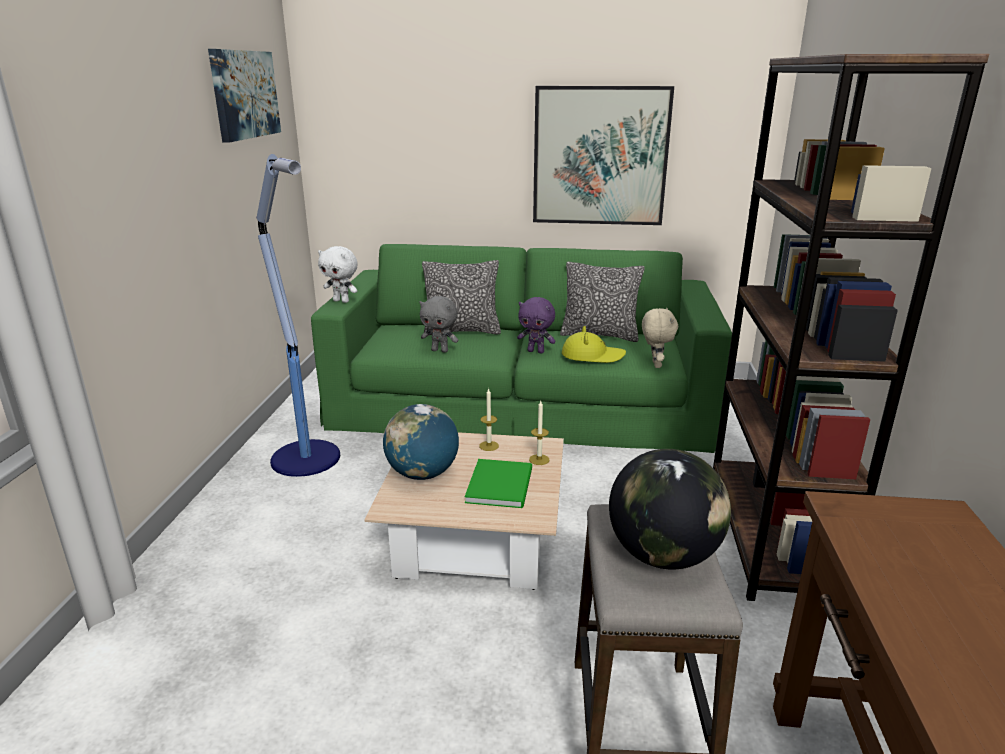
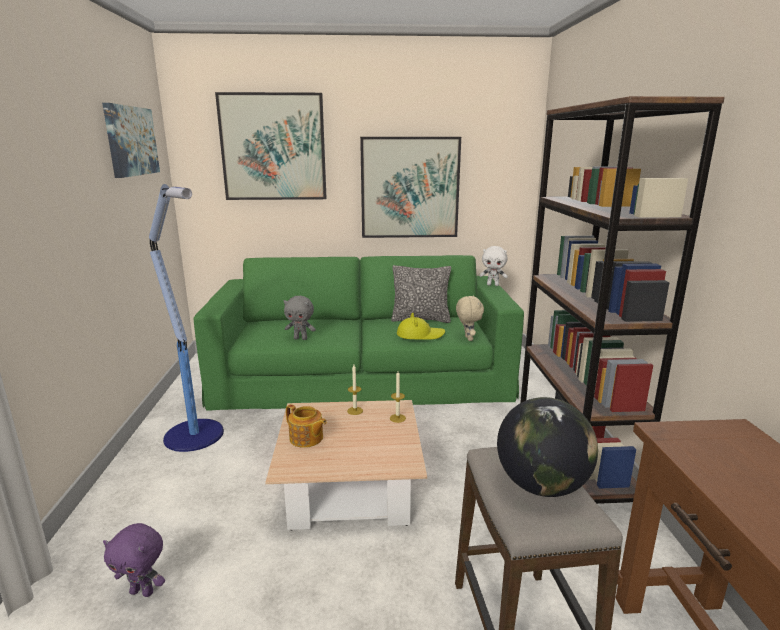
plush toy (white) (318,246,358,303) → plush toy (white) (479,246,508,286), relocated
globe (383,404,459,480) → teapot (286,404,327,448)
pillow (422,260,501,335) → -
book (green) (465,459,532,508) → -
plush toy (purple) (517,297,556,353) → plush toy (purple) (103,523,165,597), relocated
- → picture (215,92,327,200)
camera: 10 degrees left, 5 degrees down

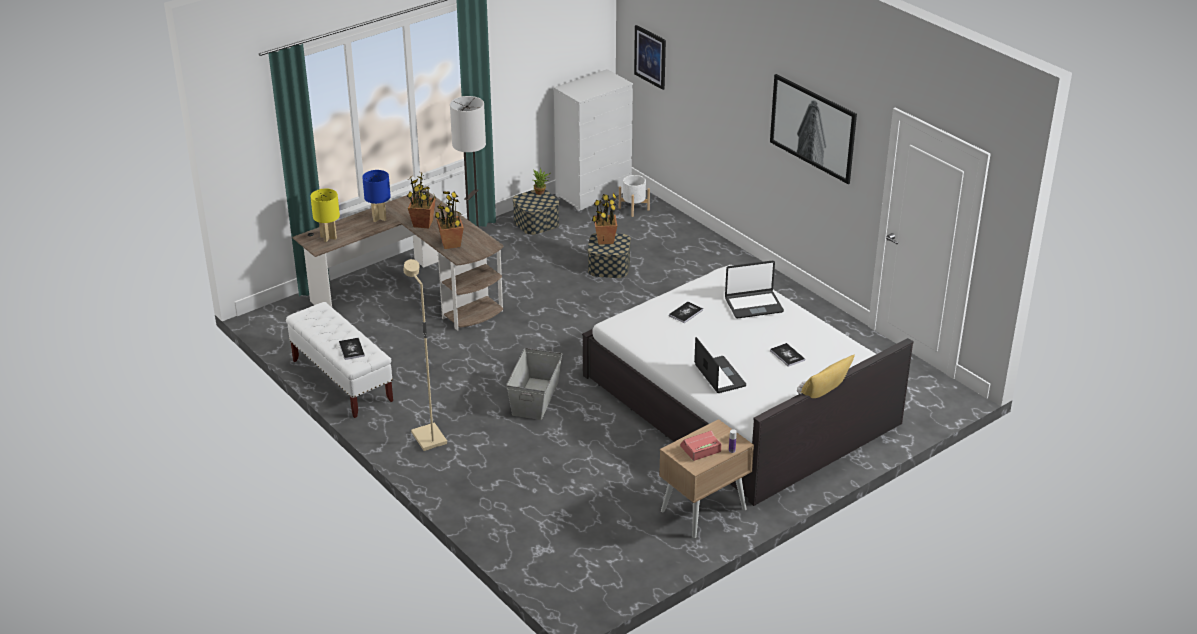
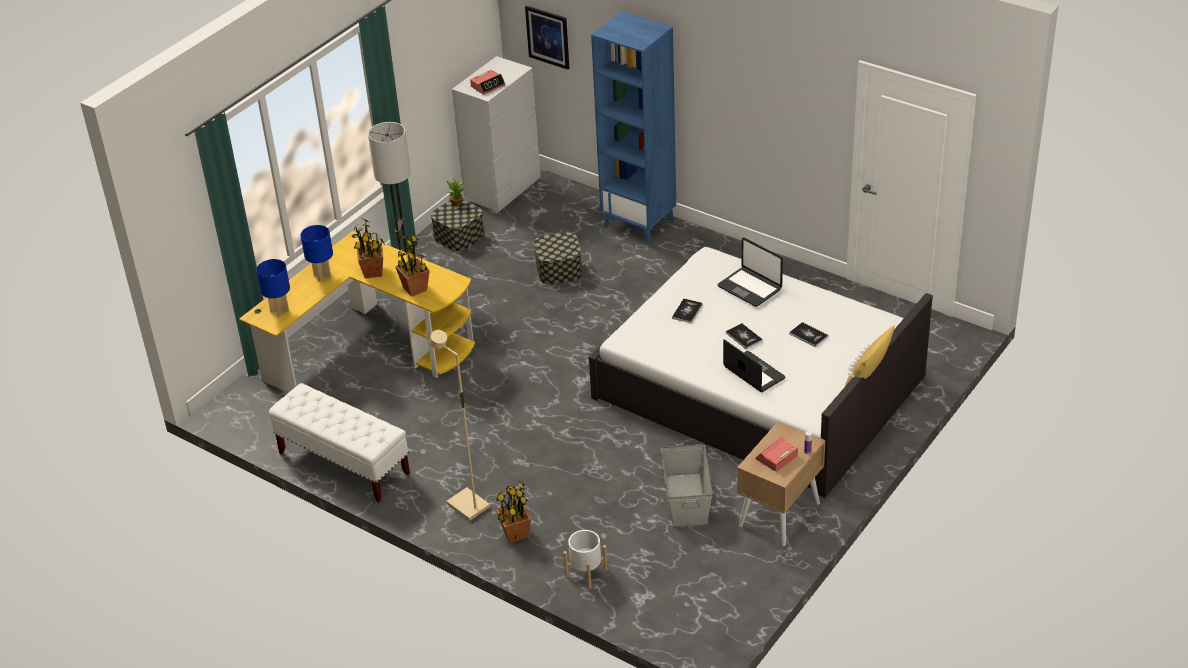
desk (brown) (292,190,504,331) → desk (yellow) (239,231,475,393)
table lamp (yellow) (310,188,340,242) → table lamp (blue) (256,259,290,317)
book (339,338,365,360) → book (726,323,763,349), relocated
storage box (grey) (506,348,562,420) → storage box (grey) (661,444,713,526), relocated
potted plant (592,193,618,245) → potted plant (496,481,531,543), relocated
planter (white) (619,175,650,217) → planter (white) (563,530,608,588), relocated
laptop (725,261,784,318) → laptop (718,238,783,307), 75 degrees clockwise
picture (770,74,857,184) → -
- → alarm clock (470,70,505,95)
- → bookcase (blue) (591,11,676,244)
camera: 15 degrees left, 5 degrees up

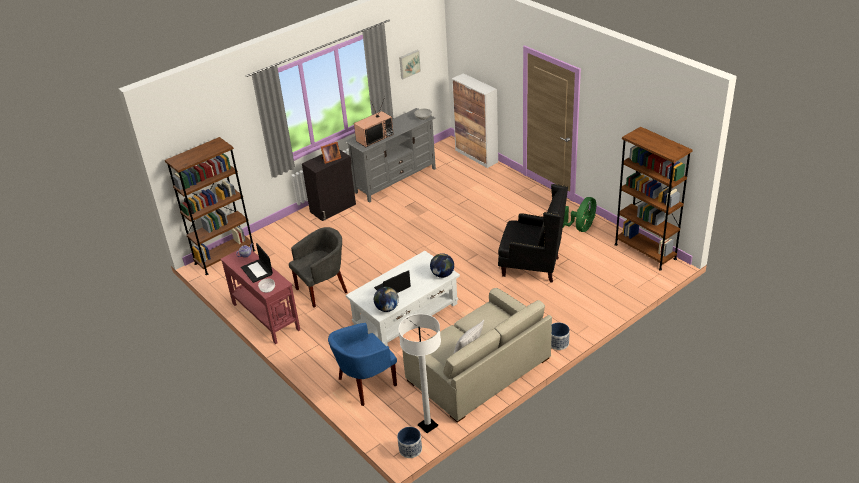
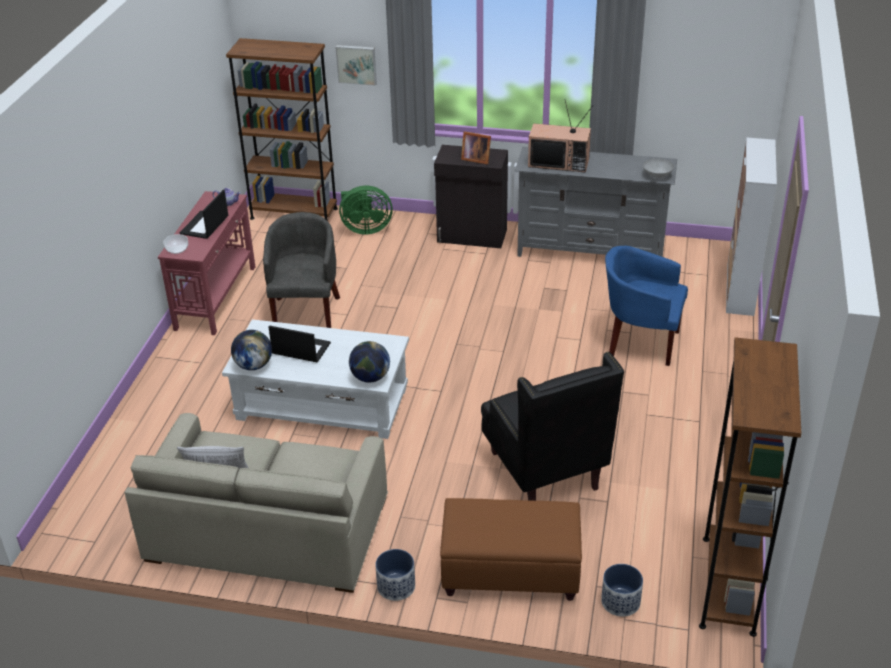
armchair (grey) (289,227,347,307) → armchair (grey) (263,212,340,328), 105 degrees counterclockwise
armchair (blue) (328,323,397,406) → armchair (blue) (605,246,688,366), relocated
planter (397,427,422,458) → planter (601,564,643,617), relocated
floor lamp (white) (398,314,441,433) → -
picture (399,50,421,79) → picture (335,45,377,86), relocated
fan (green) (563,197,596,232) → fan (green) (339,186,393,234), relocated
- → ottoman (brown) (440,498,582,601)
camera: 50 degrees right, 0 degrees up

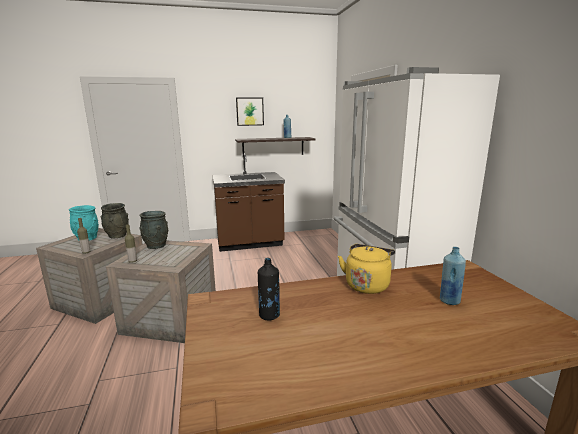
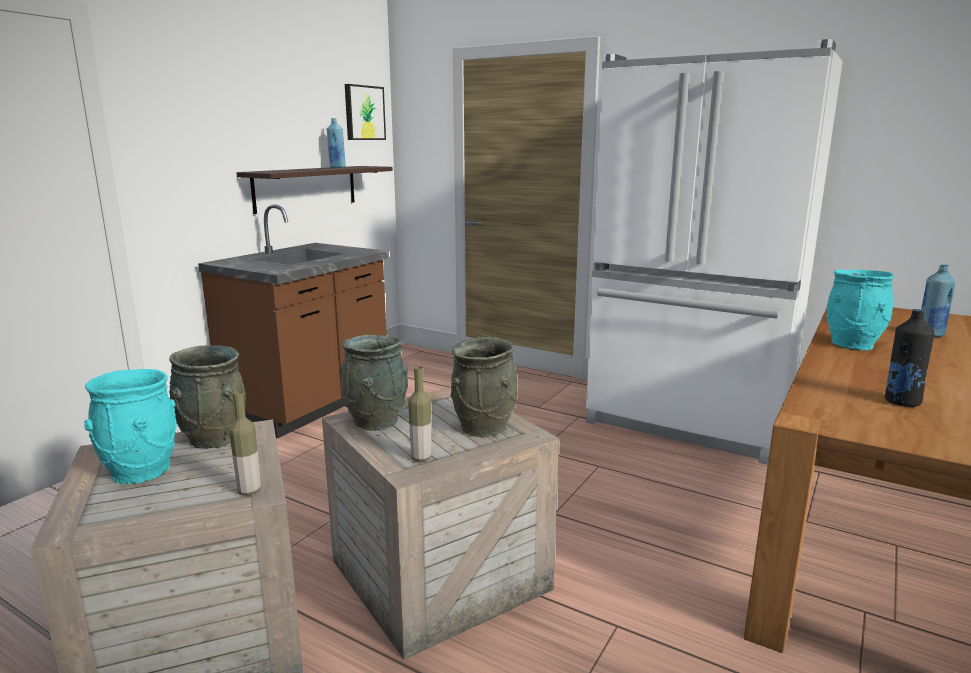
picture (236,98,264,126) → picture (345,84,386,140), relocated
kettle (yellow) (338,244,395,294) → vase (turquoise) (826,270,894,350)
- → vase (grey) (451,337,517,437)
camera: 45 degrees left, 0 degrees up

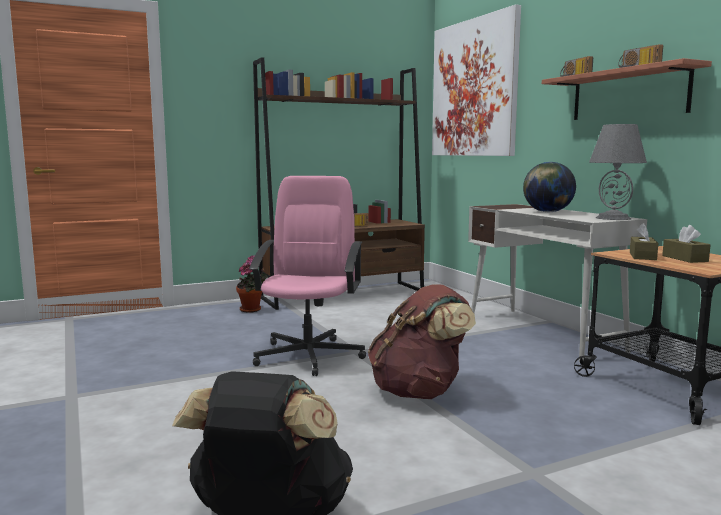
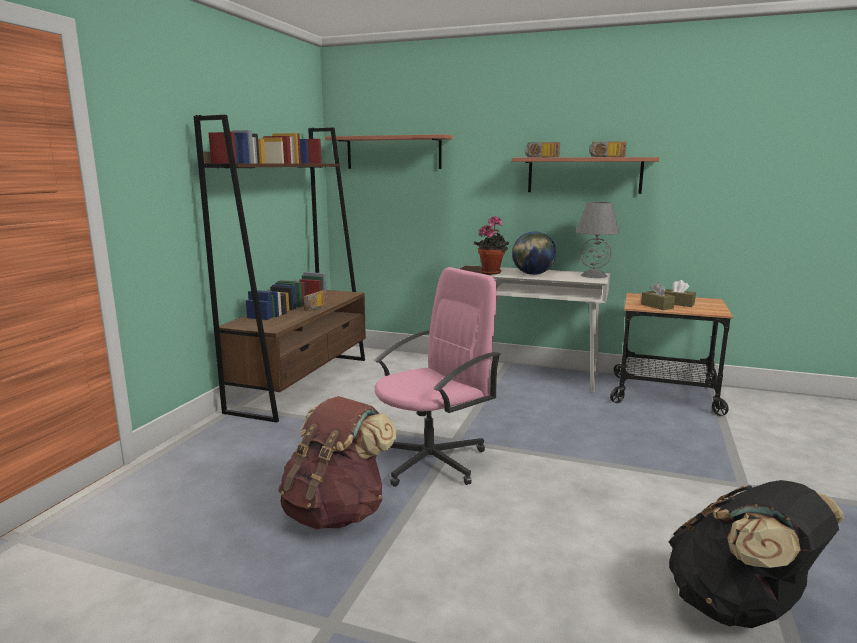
potted plant (236,255,268,313) → potted plant (474,216,509,274), relocated
office chair (pink) (249,176,366,376) → office chair (pink) (374,267,501,487), 90 degrees clockwise
backpack (brown) (368,284,476,399) → backpack (brown) (278,396,397,529), relocated
picture (432,4,521,156) → shelf (325,134,453,169)
camera: 45 degrees left, 5 degrees up

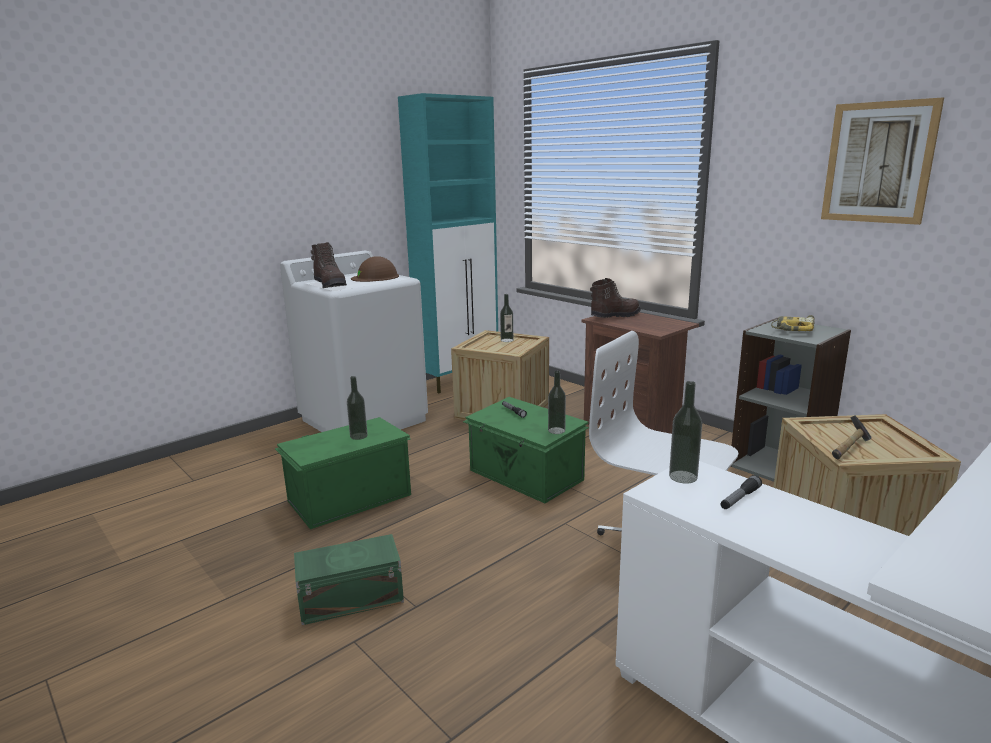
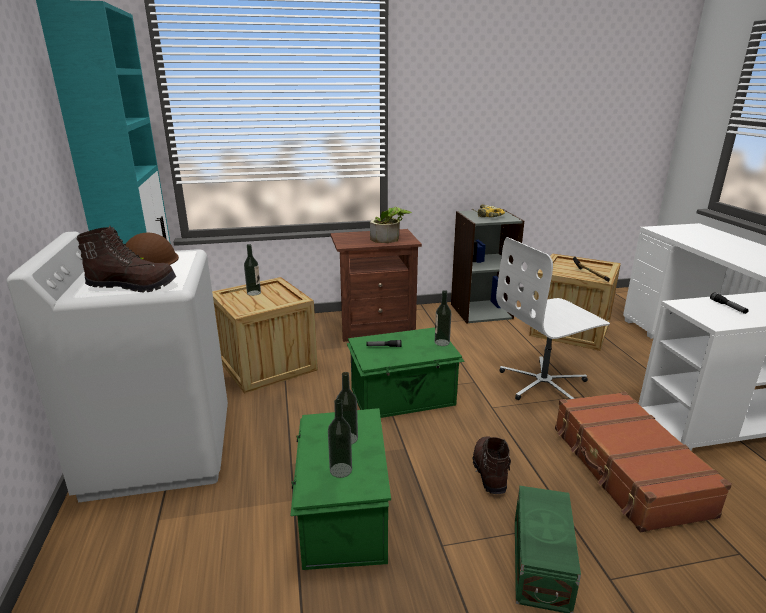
boot (brown) (590,278,641,318) → boot (brown) (473,437,511,494), relocated
bottle (669,381,702,484) → bottle (328,399,352,478), relocated
picture (821,97,944,225) → -
- → potted plant (370,207,412,243)
- → suitcase (brown) (555,391,732,532)
camera: 60 degrees left, 5 degrees up

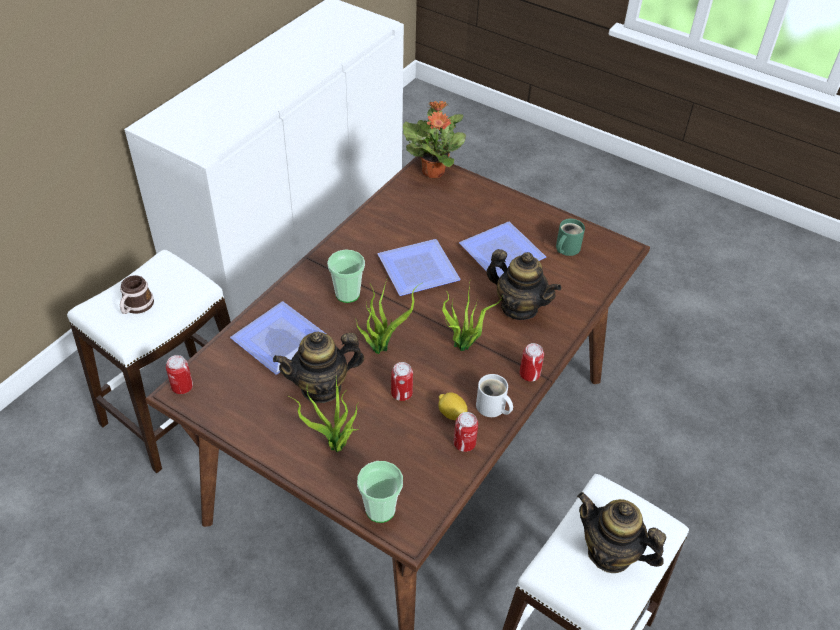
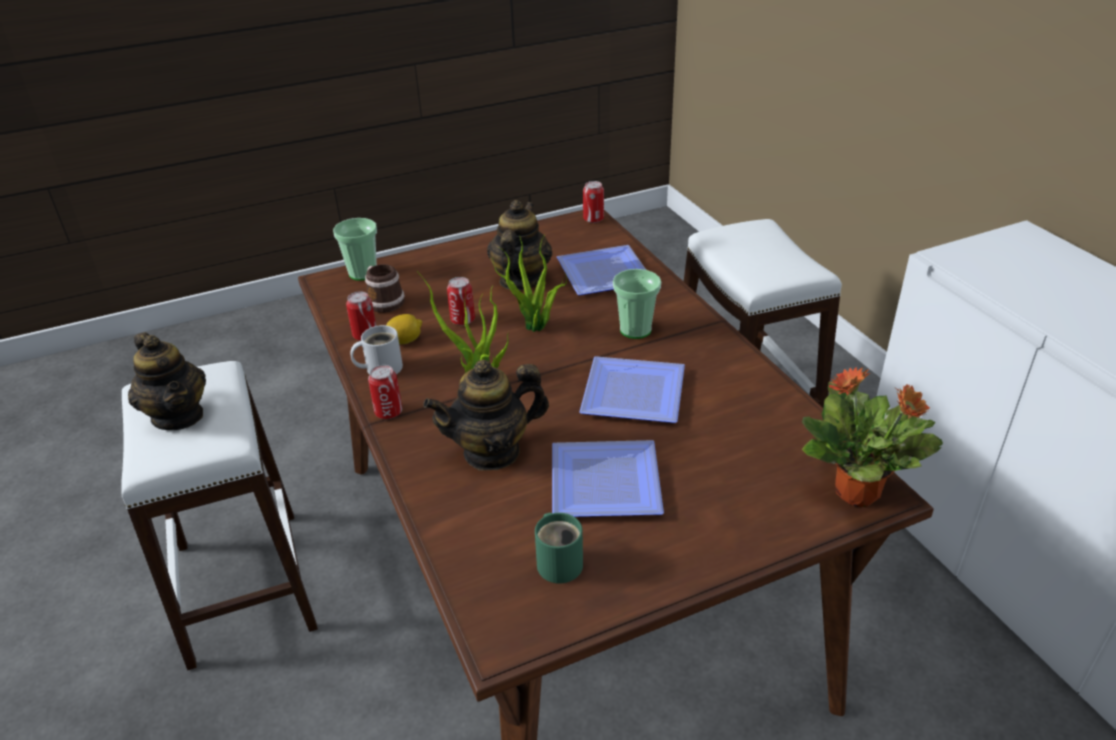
mug (120,275,154,314) → mug (365,264,405,313), relocated
potted plant (288,380,359,452) → -
teapot (577,492,666,573) → teapot (128,332,206,430), 75 degrees clockwise
camera: 125 degrees right, 10 degrees down

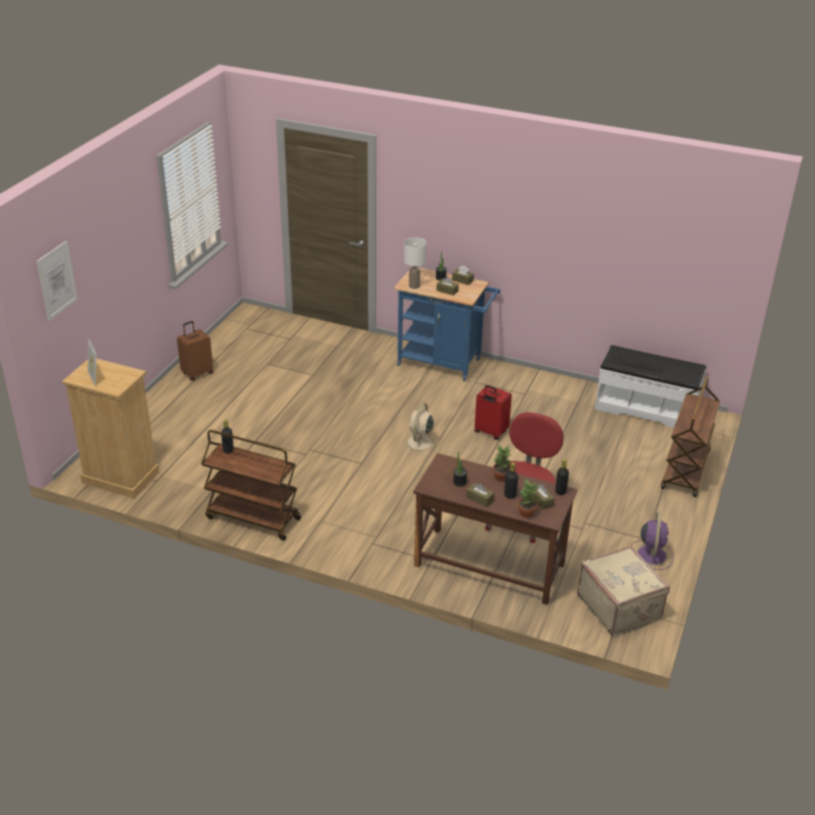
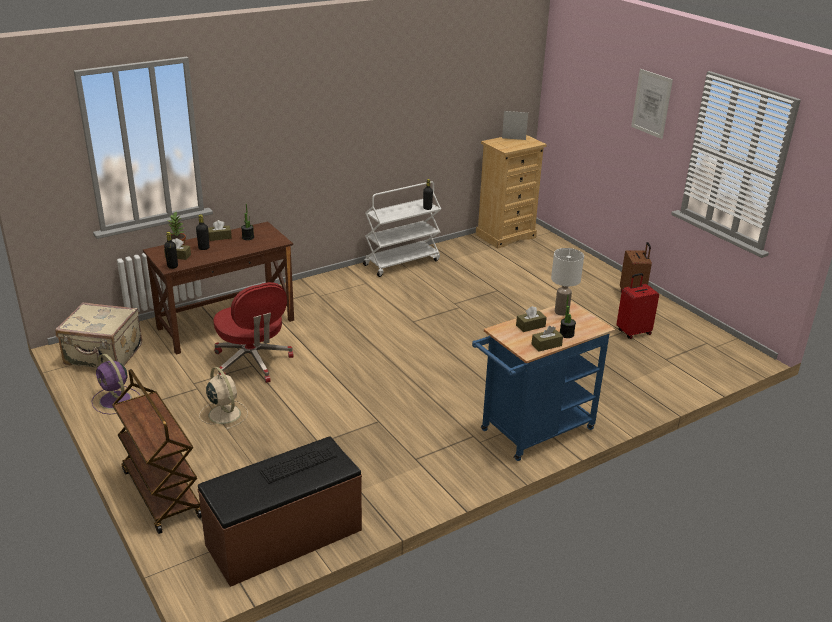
picture (36,241,78,321) → picture (631,69,673,139), relocated
cart (brown) (201,430,301,541) → cart (white) (363,181,441,277)
fan (beige) (401,403,438,455) → fan (beige) (199,367,248,430), relocated
suitcase (red) (474,385,512,440) → suitcase (red) (616,273,659,339), relocated
potted plant (493,446,512,482) → -
bench (white) (595,345,706,428) → bench (brown) (197,437,362,587)
camera: 125 degrees right, 5 degrees down

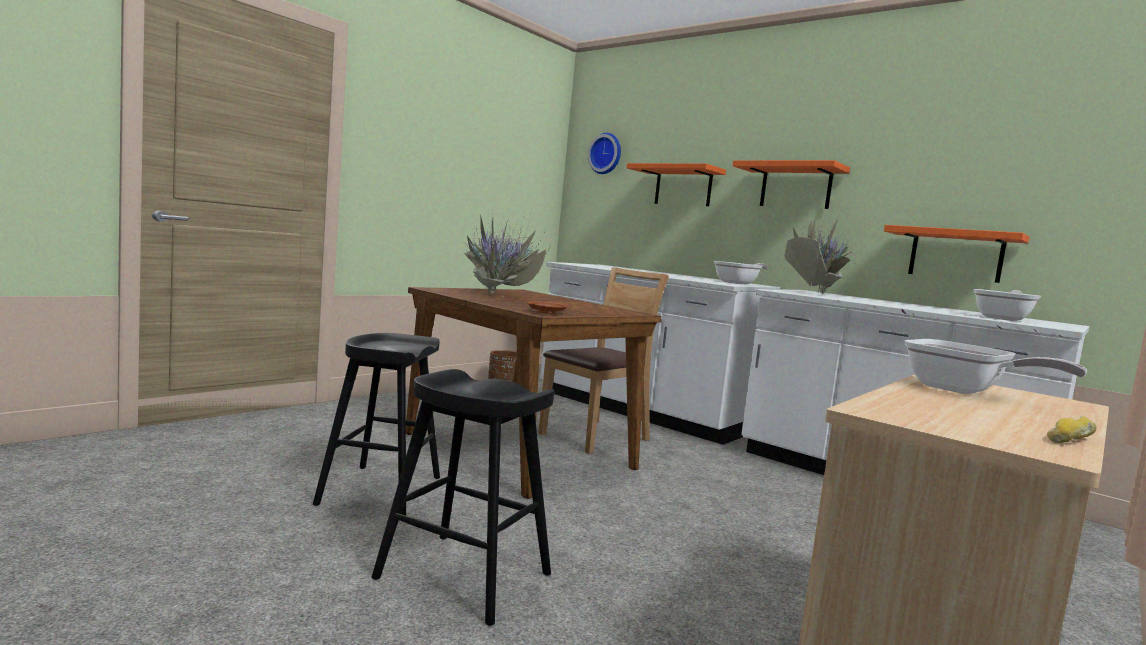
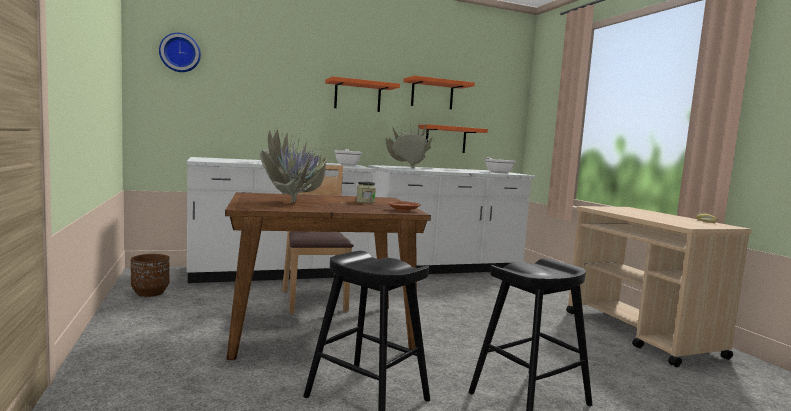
shelf (orange) (627,163,726,206) → shelf (orange) (403,76,475,109), relocated
frying pan (905,339,1087,394) → -
- → jar (356,181,376,203)
camera: 60 degrees left, 0 degrees up

